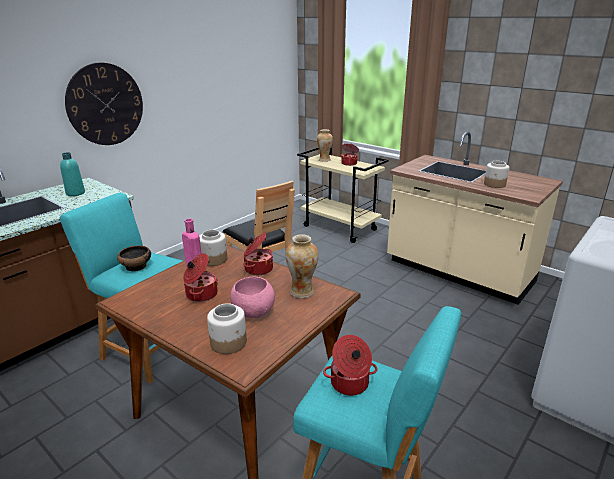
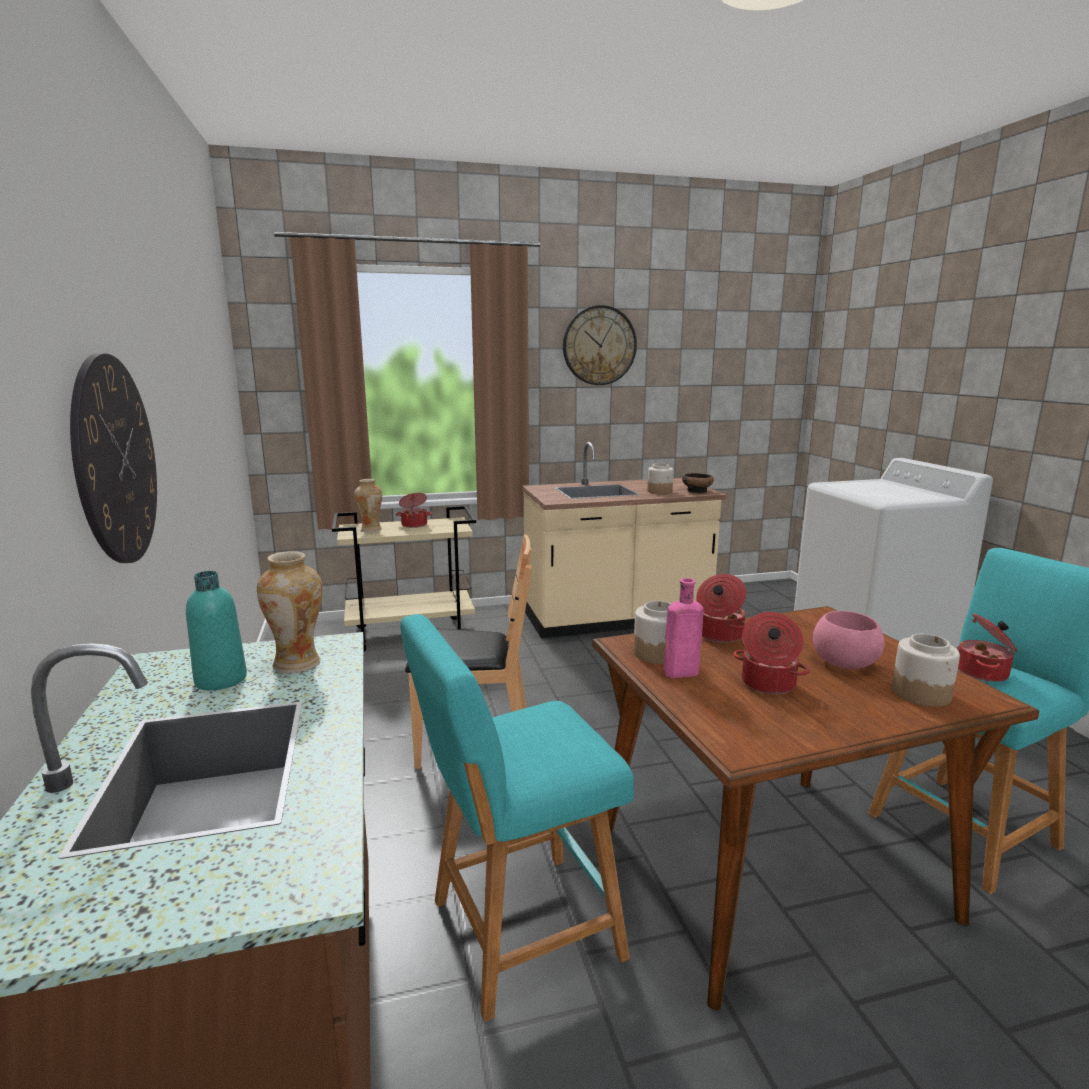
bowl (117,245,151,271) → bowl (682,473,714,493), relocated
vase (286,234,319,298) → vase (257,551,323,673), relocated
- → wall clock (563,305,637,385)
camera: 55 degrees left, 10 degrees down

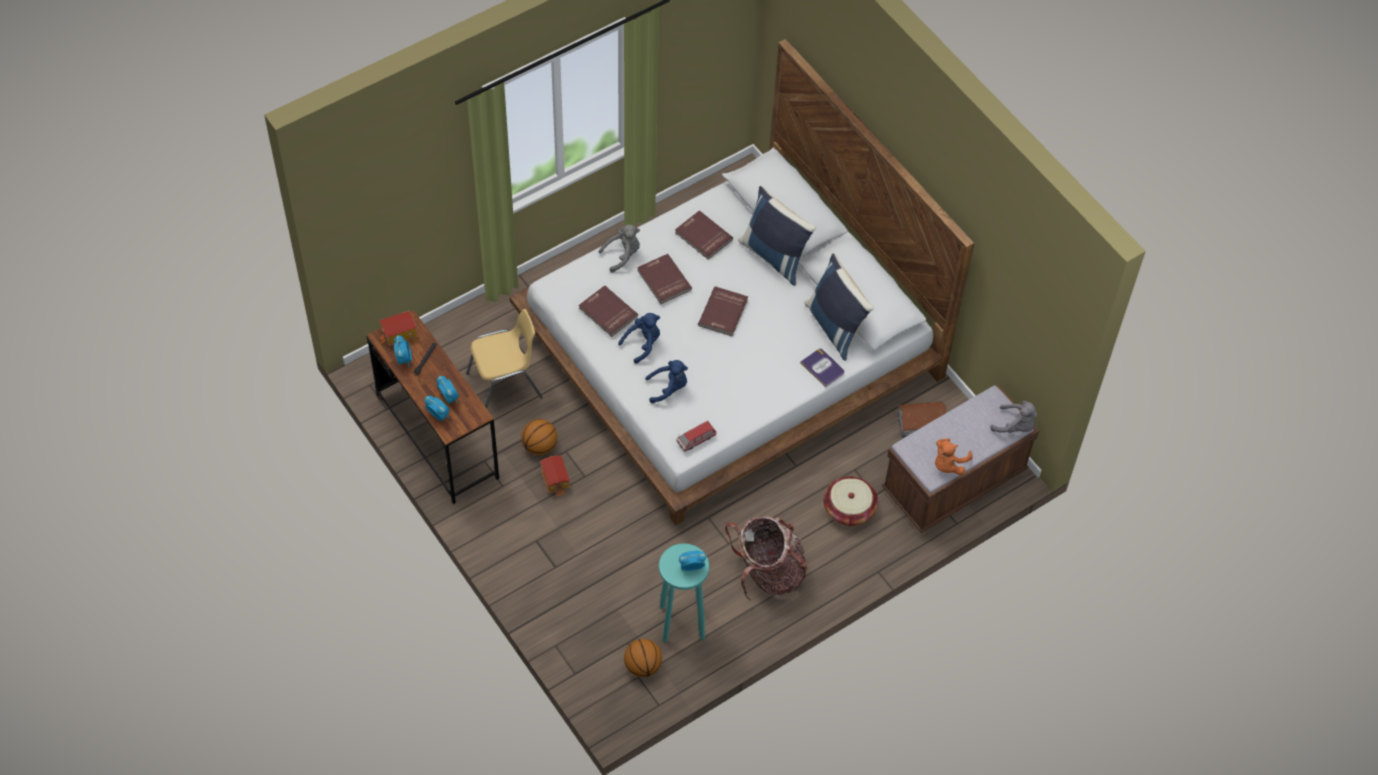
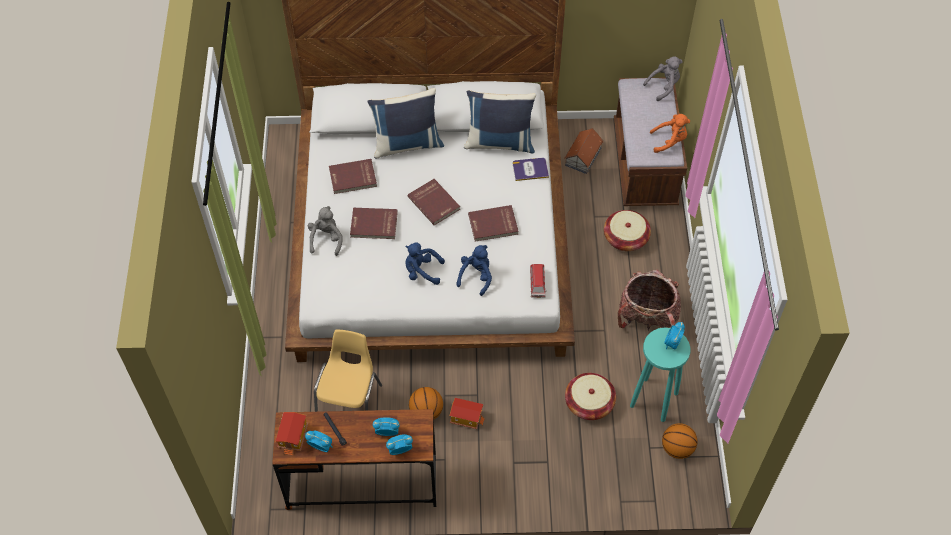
book (red) (579,285,638,337) → book (red) (468,205,519,242), relocated
plush toy (blue) (618,313,660,364) → plush toy (blue) (405,242,445,285), 75 degrees counterclockwise
plush toy (orange) (935,438,972,475) → plush toy (orange) (649,114,690,153), 75 degrees counterclockwise
- → basket (565,373,616,420)
camera: 55 degrees left, 0 degrees up

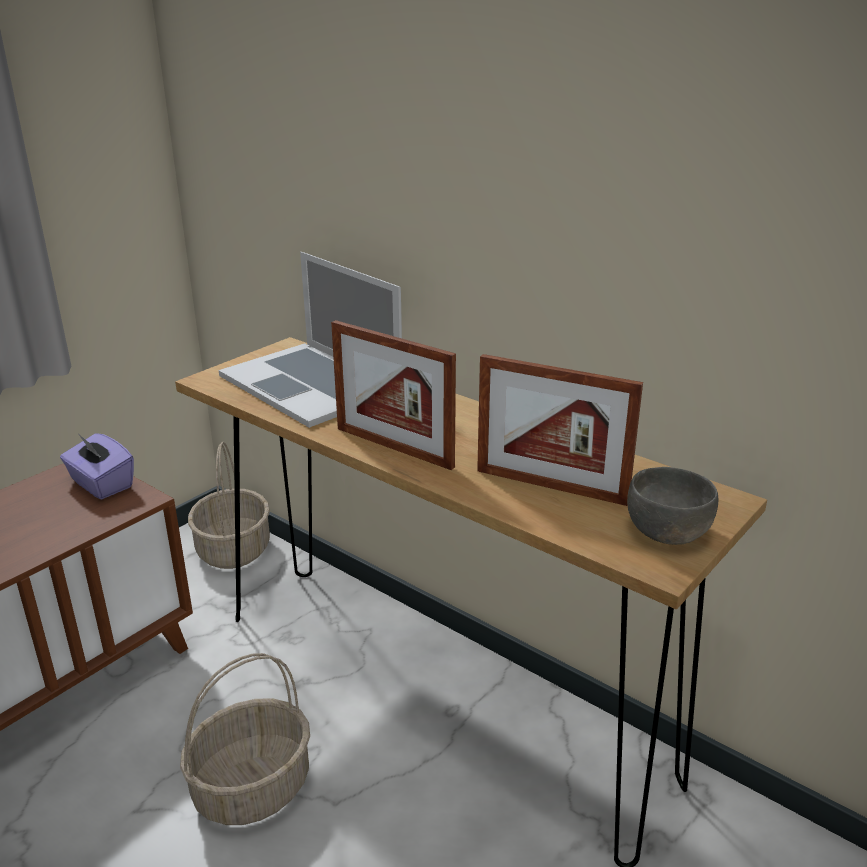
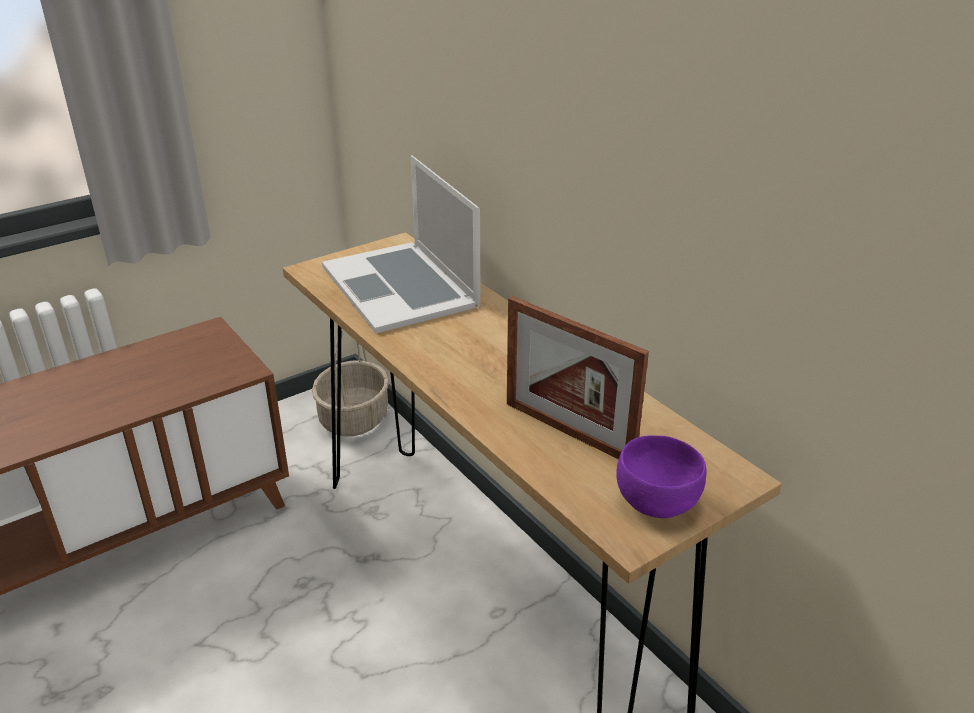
tissue box (purple) (60,433,134,499) → -
basket (180,653,310,825) → -
picture frame (331,320,456,470) → -
bowl (grey) (627,467,719,545) → bowl (purple) (616,435,706,518)
camera: 15 degrees right, 5 degrees up

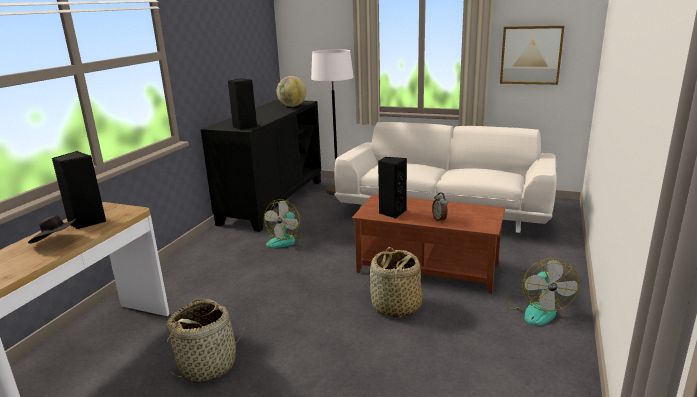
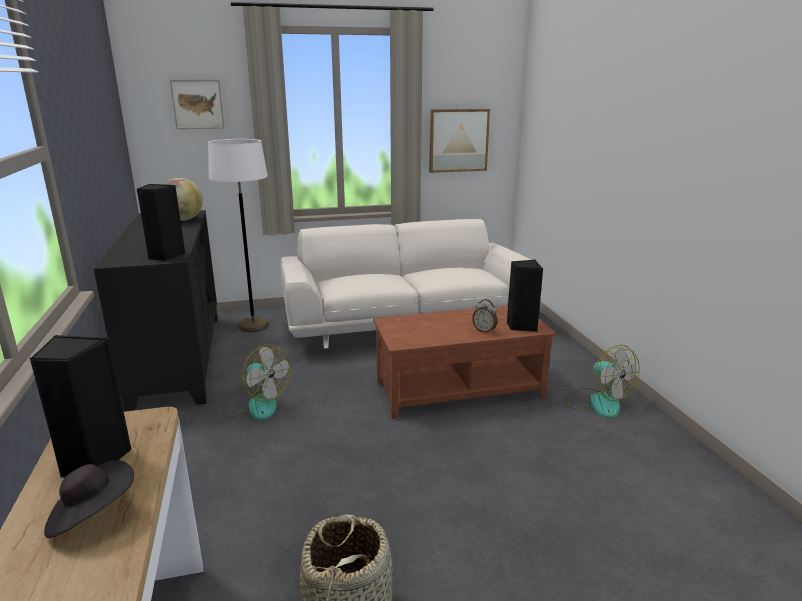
fan (264,199,302,248) → fan (223,344,291,420), 45 degrees counterclockwise
basket (370,247,422,317) → -
speaker (black) (378,157,407,219) → speaker (black) (507,260,543,332), relocated
- → picture (170,80,225,129)
camera: 35 degrees left, 0 degrees up

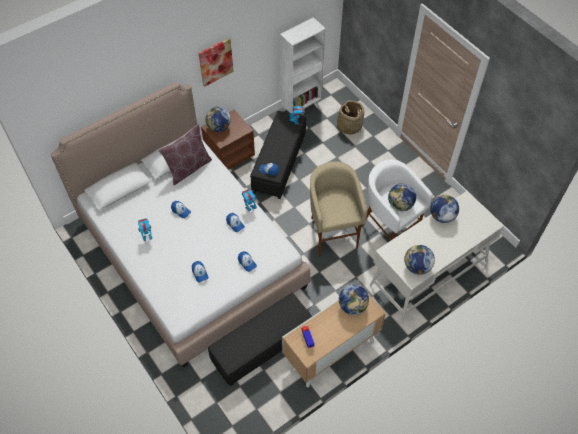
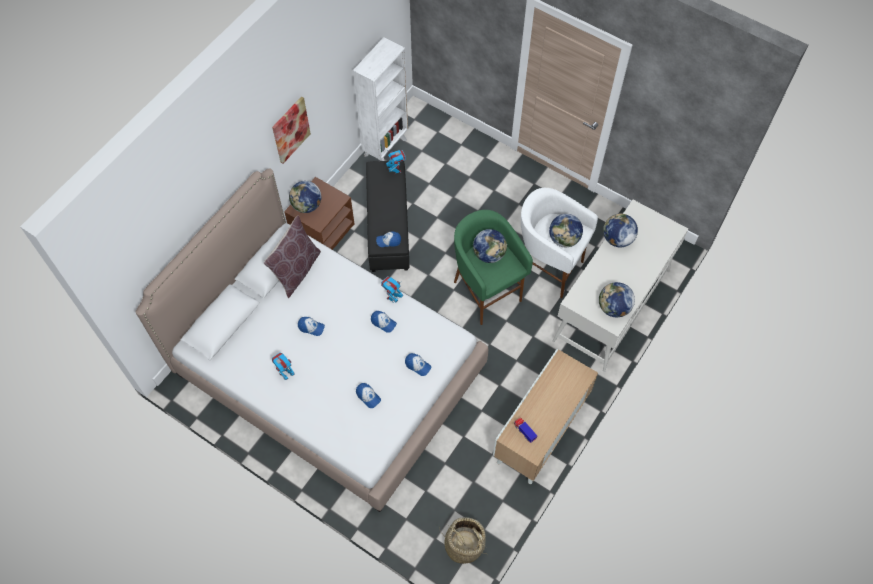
ottoman (black) (208,293,312,386) → -
stool (beige) (310,162,367,256) → stool (green) (454,210,533,325)
basket (337,100,364,134) → basket (439,517,486,564), relocated
globe (339,284,369,315) → globe (473,229,507,263), relocated
camera: 20 degrees left, 5 degrees up

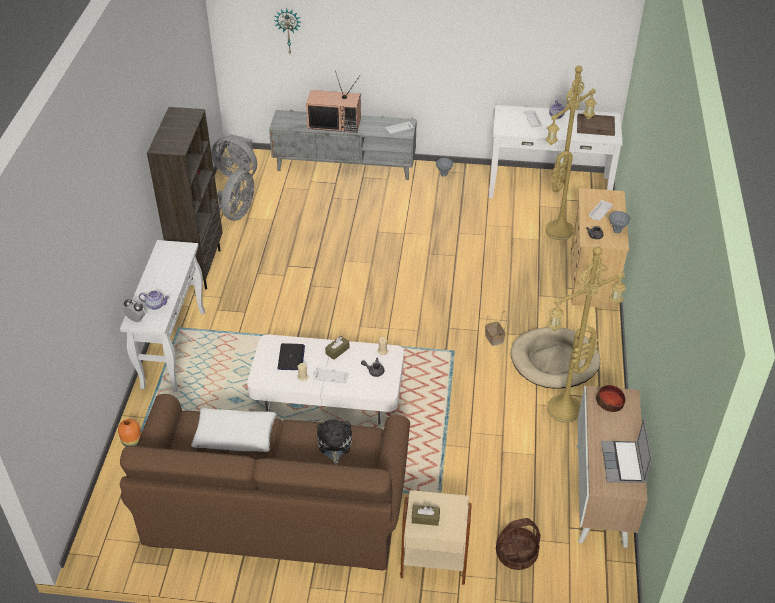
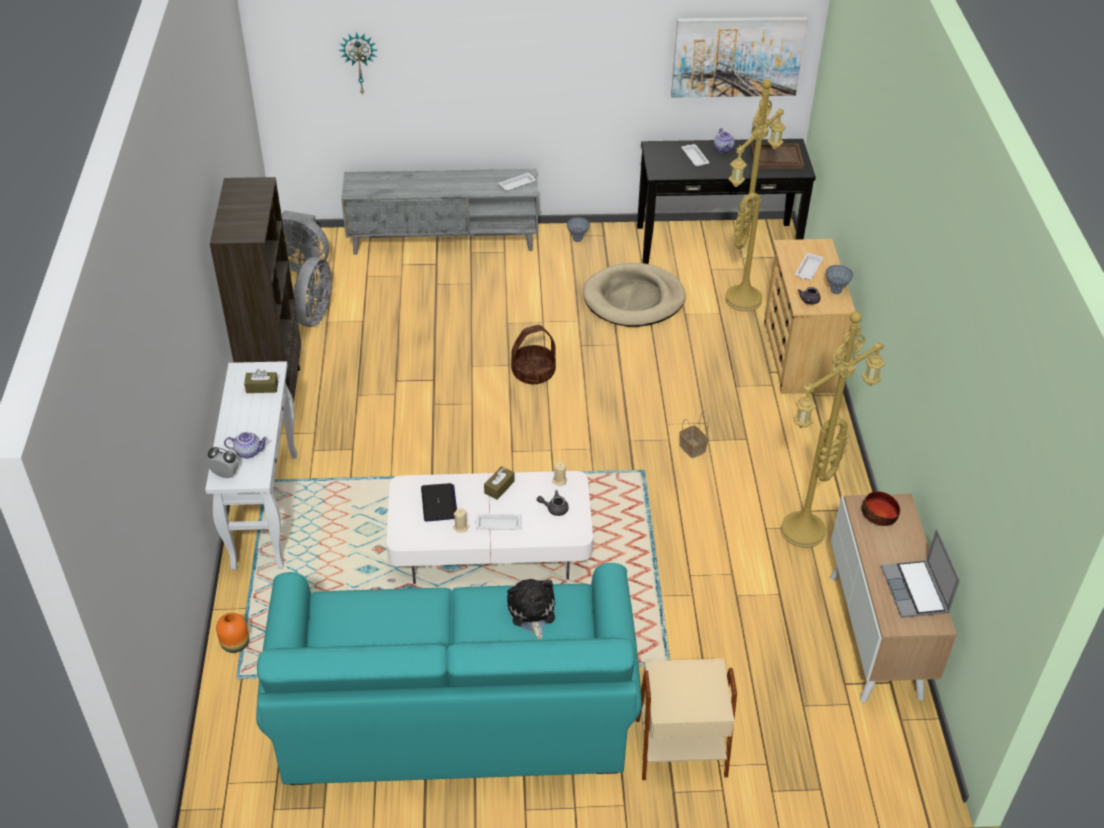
sofa (brown) (120,394,410,570) → sofa (turquoise) (256,563,642,785)
pillow (white) (191,408,276,452) → -
television (306,71,361,133) → -
tissue box (brown) (412,505,440,526) → tissue box (brown) (244,369,278,393), relocated
console table (white) (489,105,623,198) → console table (black) (637,139,816,264)
basket (496,518,541,570) → basket (511,325,556,384), relocated
dog bed (beige) (511,327,601,389) → dog bed (beige) (583,263,686,327), relocated
- → picture (671,17,807,98)
camera: 10 degrees left, 0 degrees up

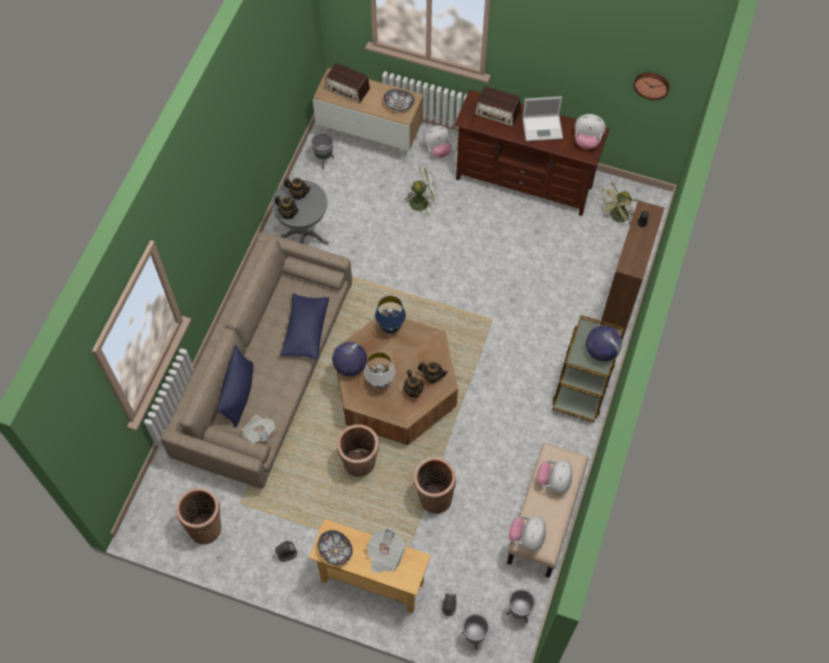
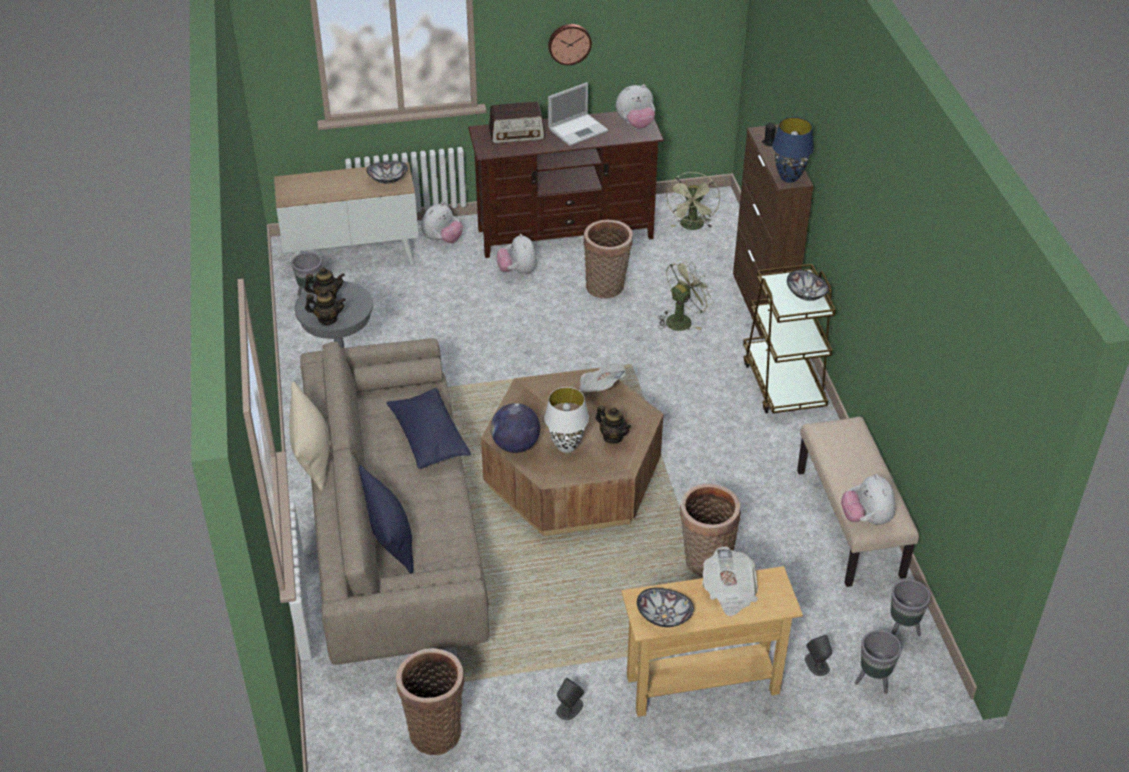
newspaper (241,415,276,444) → newspaper (579,363,626,392), relocated
radio (325,63,370,103) → -
basket (337,424,379,477) → basket (583,220,633,299), relocated
table lamp (blue) (375,296,406,334) → table lamp (blue) (772,117,814,183), relocated
fan (green) (403,165,438,216) → fan (green) (658,259,714,331), relocated
teapot (418,362,448,383) → -
plush toy (536,460,572,494) → plush toy (497,234,537,276), relocated
globe (586,326,622,361) → bowl (787,270,829,301)
wall clock (634,72,669,100) → wall clock (548,24,592,65), relocated
- → pillow (beige) (289,382,329,491)
camera: 30 degrees left, 20 degrees down

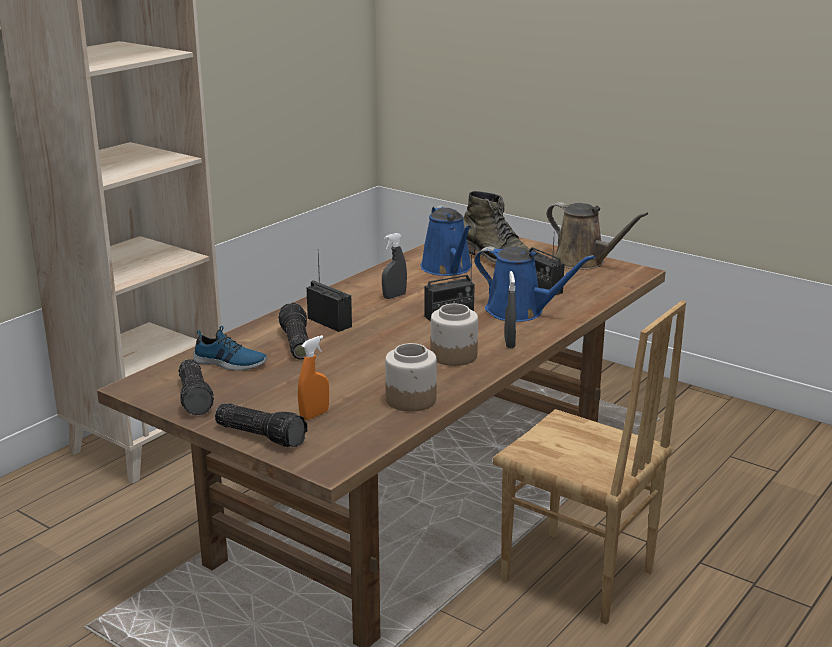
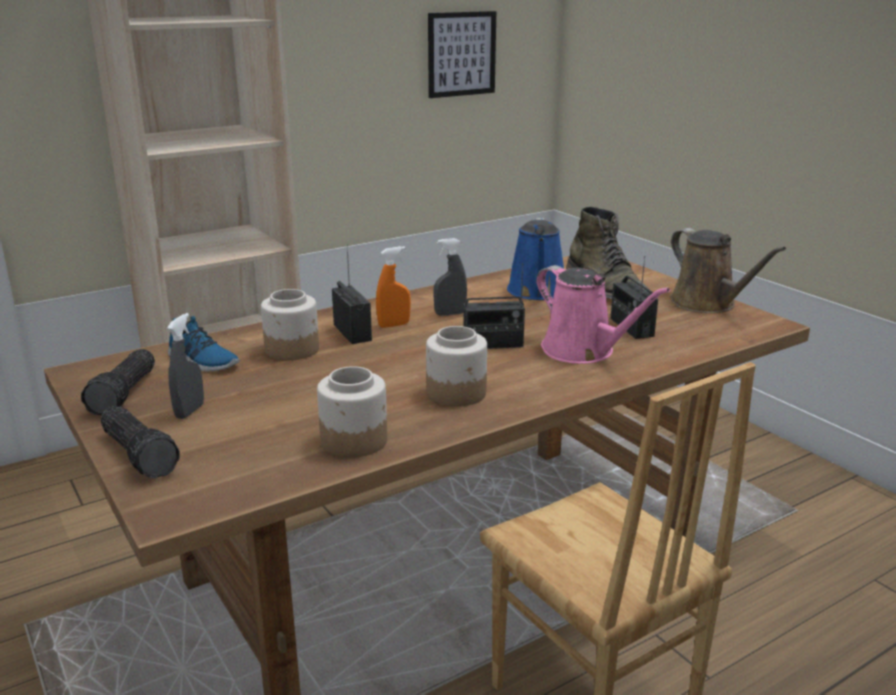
flashlight (278,303,309,360) → jar (261,289,319,361)
spray bottle (orange) (298,335,329,420) → spray bottle (orange) (376,246,411,328), relocated
watering can (blue) (474,247,595,322) → watering can (pink) (536,265,671,364)
spray bottle (grey) (504,271,516,348) → spray bottle (grey) (167,313,204,419), relocated
- → picture (428,11,496,98)
camera: 20 degrees right, 0 degrees up

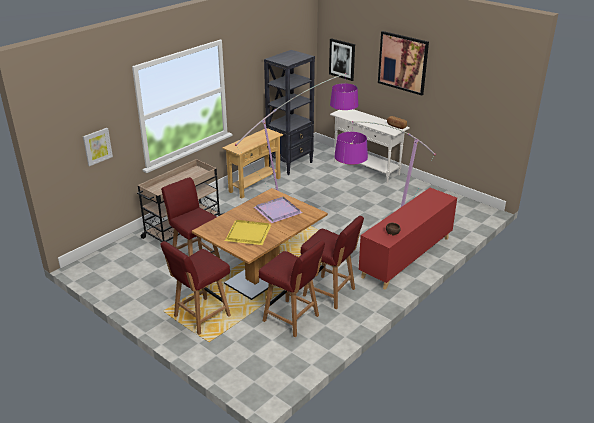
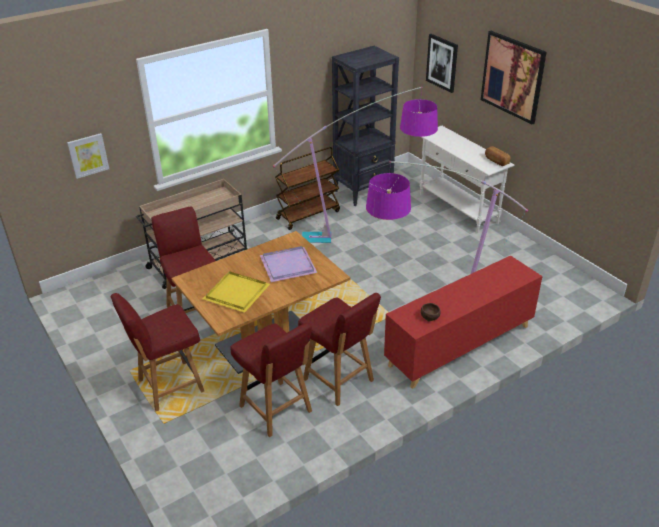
console table (beige) (222,128,283,198) → cart (brown) (275,147,340,230)
camera: 15 degrees right, 5 degrees up

